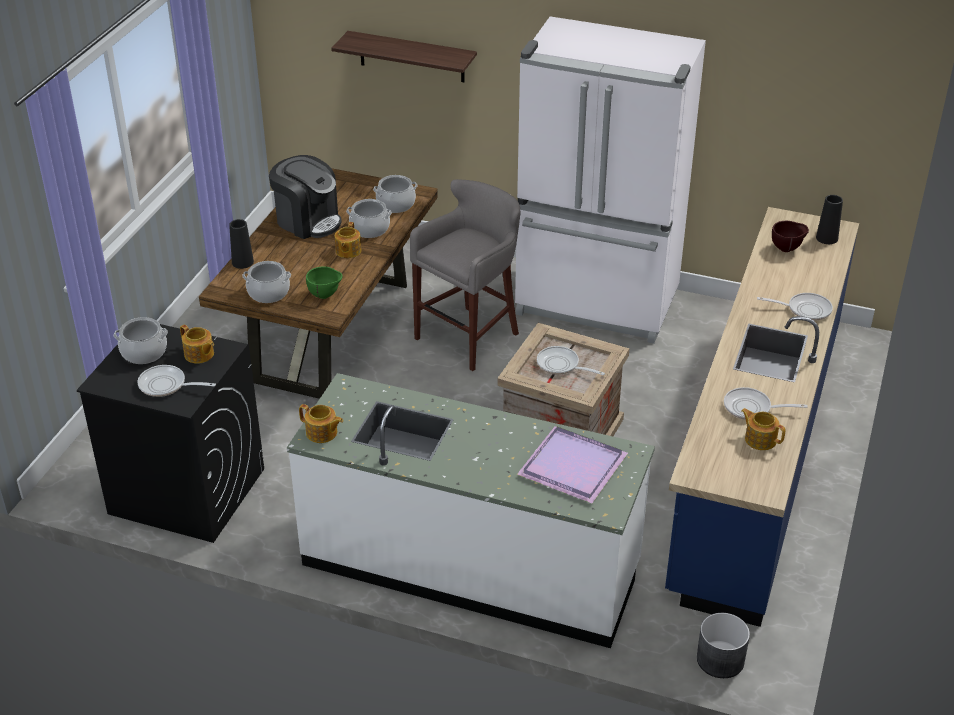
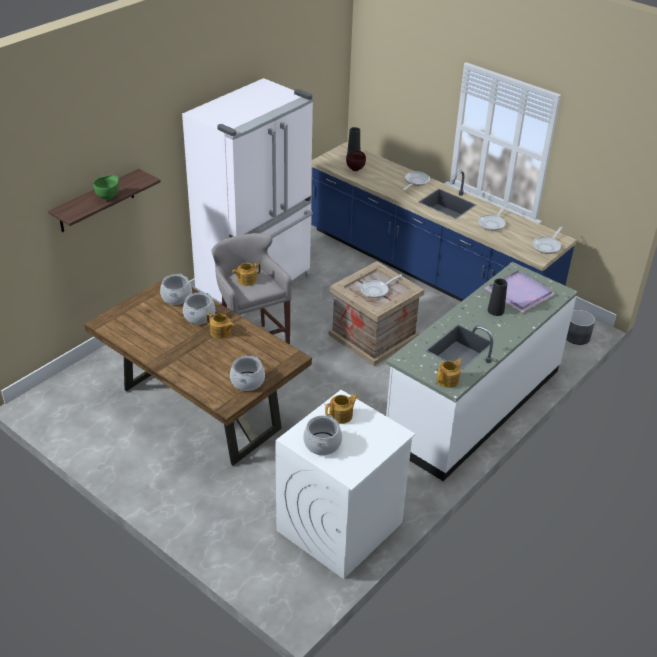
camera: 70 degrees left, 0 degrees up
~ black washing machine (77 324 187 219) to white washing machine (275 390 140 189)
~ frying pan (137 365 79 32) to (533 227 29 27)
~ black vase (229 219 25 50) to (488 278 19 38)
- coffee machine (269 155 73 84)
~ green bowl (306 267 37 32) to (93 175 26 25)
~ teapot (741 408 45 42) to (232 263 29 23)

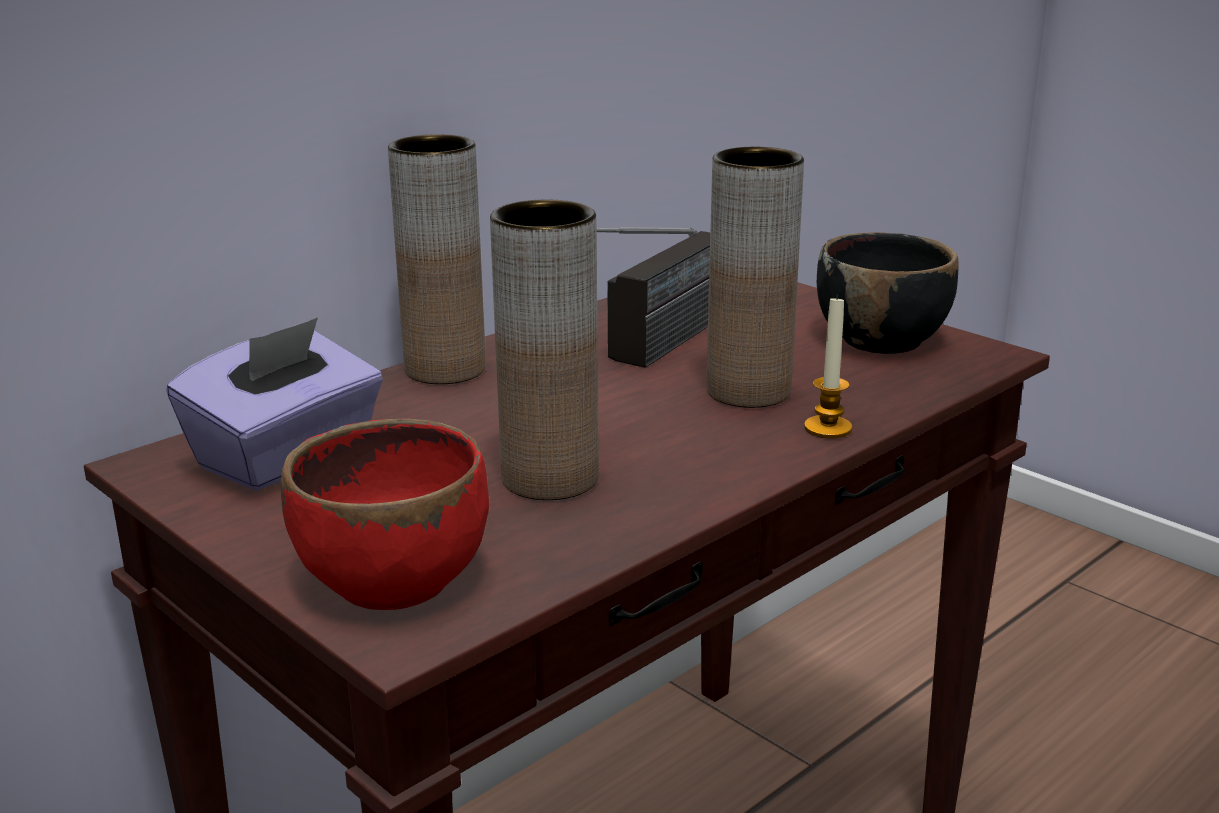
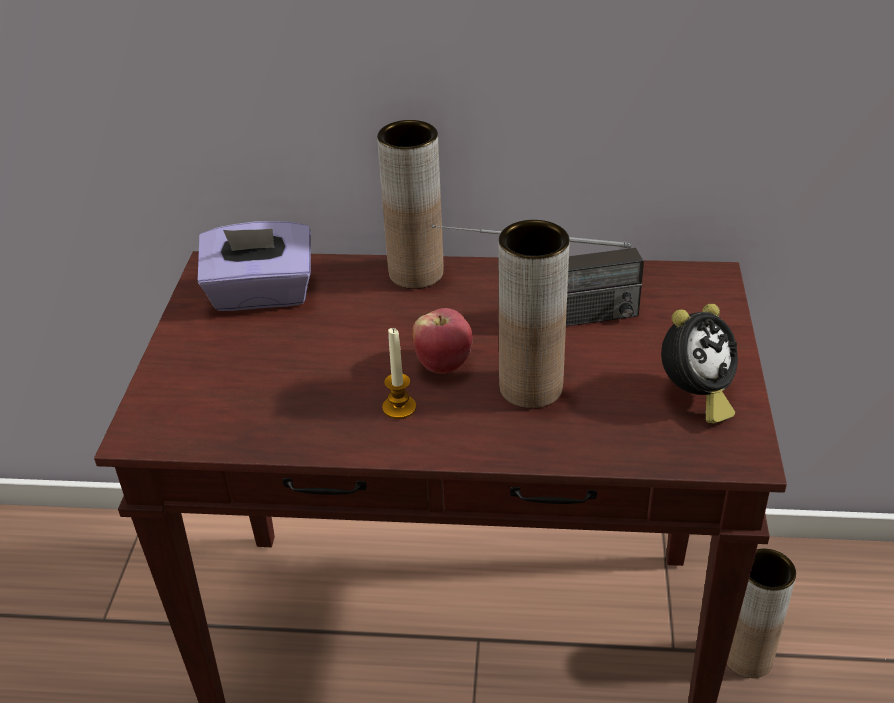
camera: 50 degrees right, 15 degrees up
- red bowl (280 418 209 192)
~ brown vase (490 200 109 300) to (727 549 69 129)
~ candle (804 294 48 145) to (382 328 34 91)
~ black bowl (817 232 142 122) to alarm clock (661 303 77 121)
+ apple (412 308 61 66)

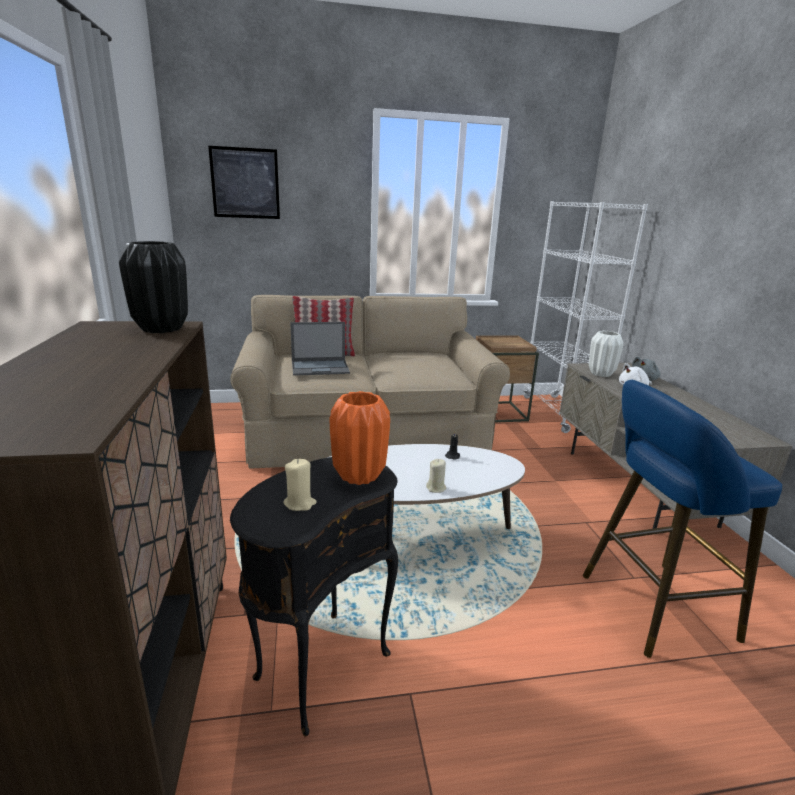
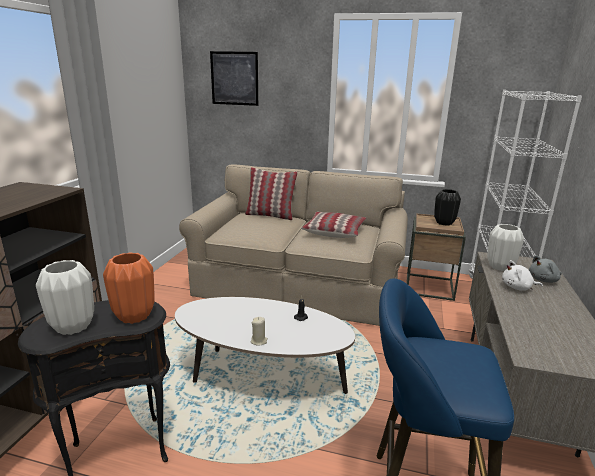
camera: 25 degrees right, 0 degrees up
~ black vase (119 241 69 92) to (434 189 27 37)
~ beige candle (284 459 33 52) to white vase (36 260 58 75)
- laptop (290 322 60 54)
+ pillow (301 212 65 26)

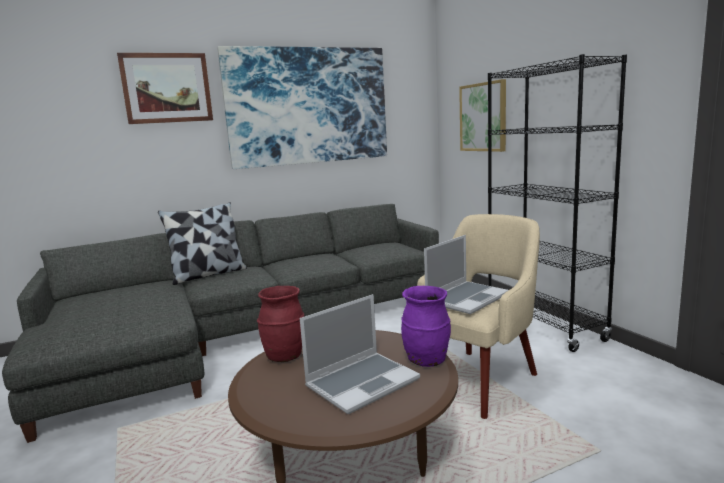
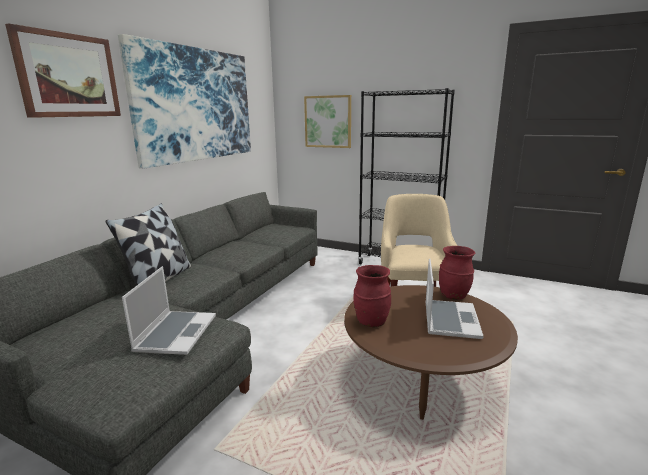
camera: 40 degrees left, 5 degrees up
~ purple vase (401 286 50 81) to red vase (439 246 36 54)
~ laptop (424 235 85 79) to (122 266 94 89)

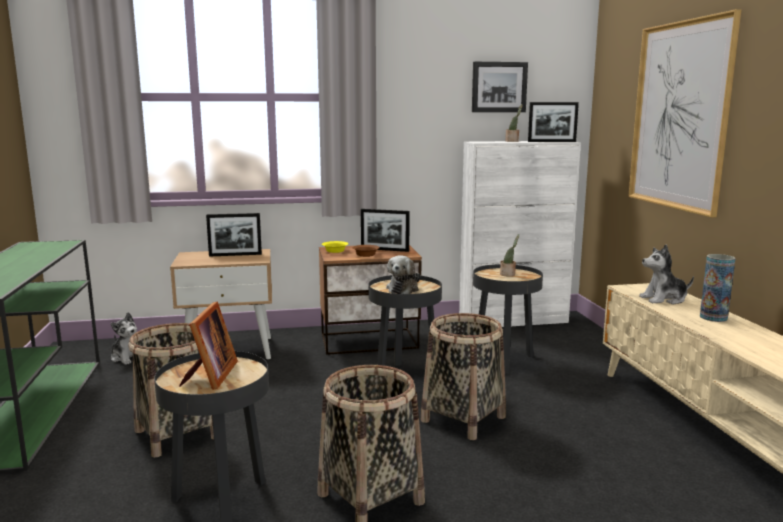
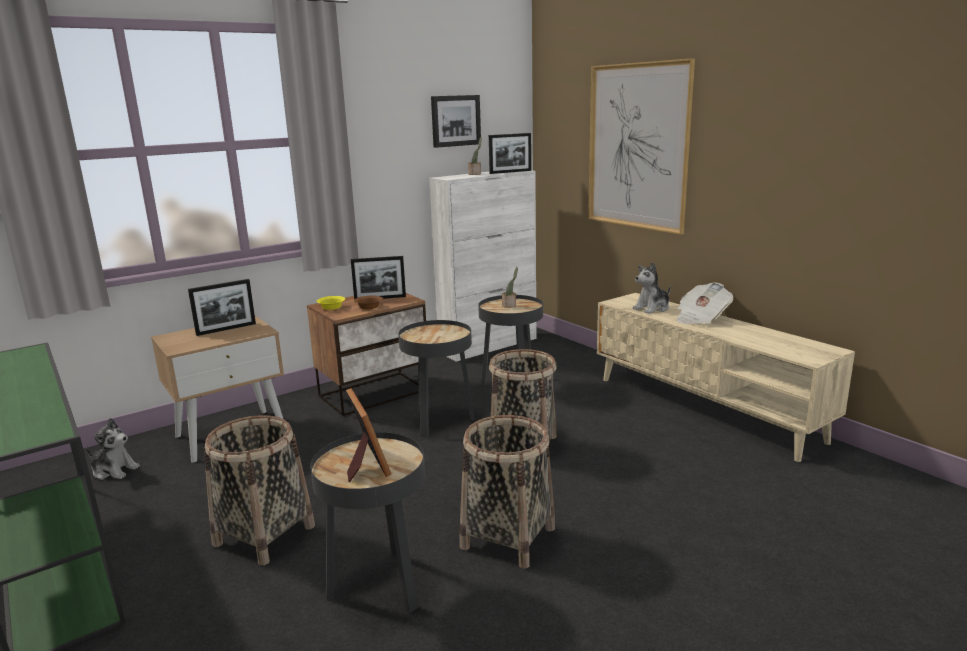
camera: 25 degrees left, 5 degrees up
- plush toy (386 255 35 39)
~ vase (700 254 35 68) to newspaper (676 282 57 42)

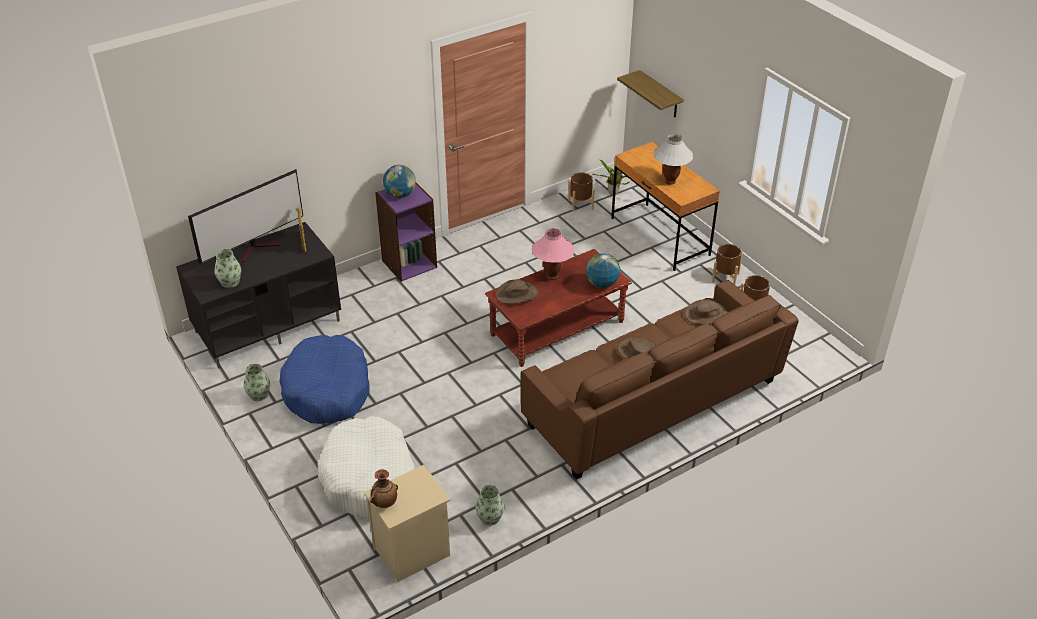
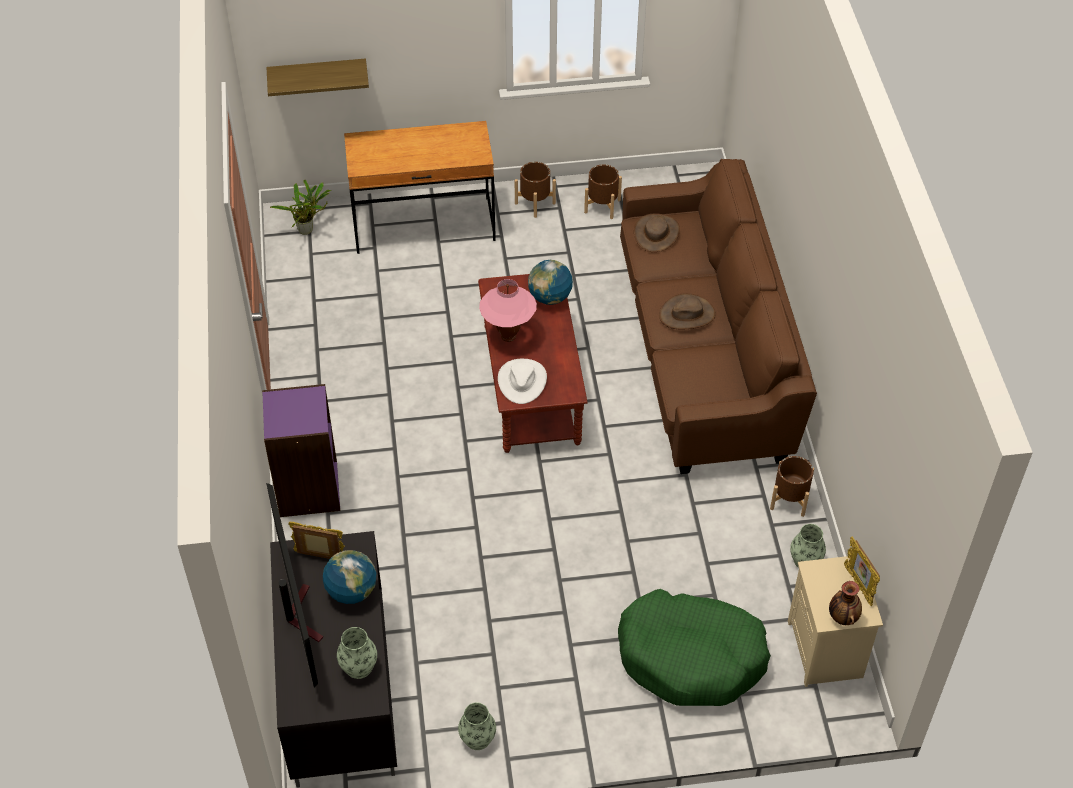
camera: 65 degrees left, 10 degrees up
- blue dog bed (280 335 90 89)
~ white dog bed (318 416 97 102) to green dog bed (618 589 153 117)
~ globe (383 165 33 33) to (323 550 53 54)
~ brown hat (496 279 43 25) to white hat (498 359 49 45)
~ brown planter (568 172 27 40) to (770 456 44 61)
- white table lamp (654 134 39 51)
+ picture frame (844 536 36 70)

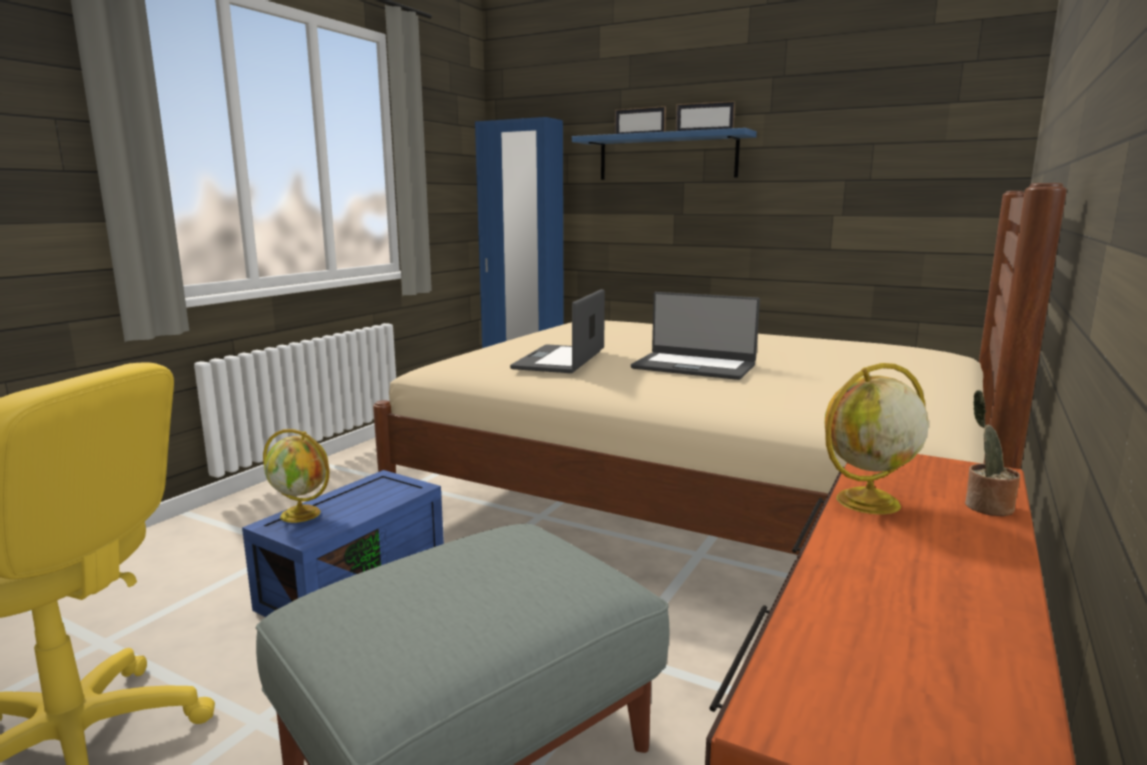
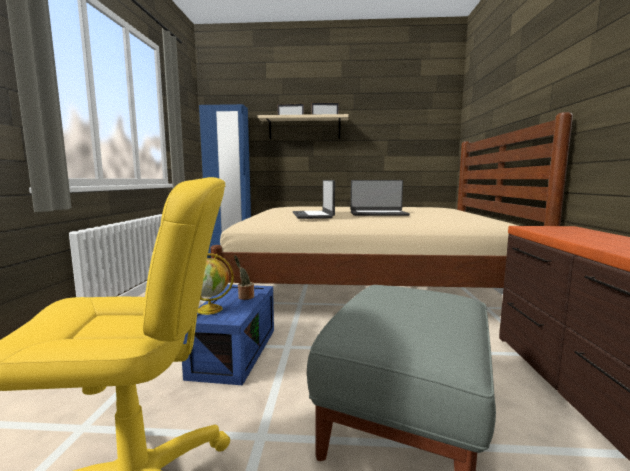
camera: 25 degrees left, 5 degrees down
~ blue shelf (572 128 185 52) to beige shelf (258 114 91 25)
- globe (825 363 104 151)
~ potted plant (965 390 55 126) to (234 255 20 45)

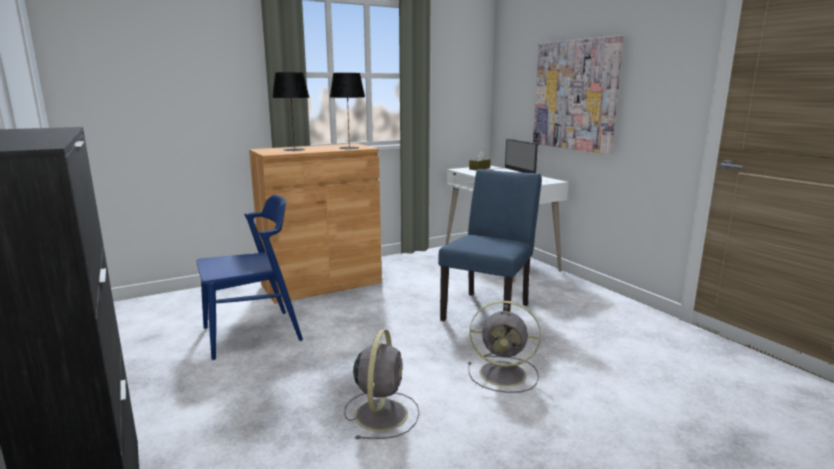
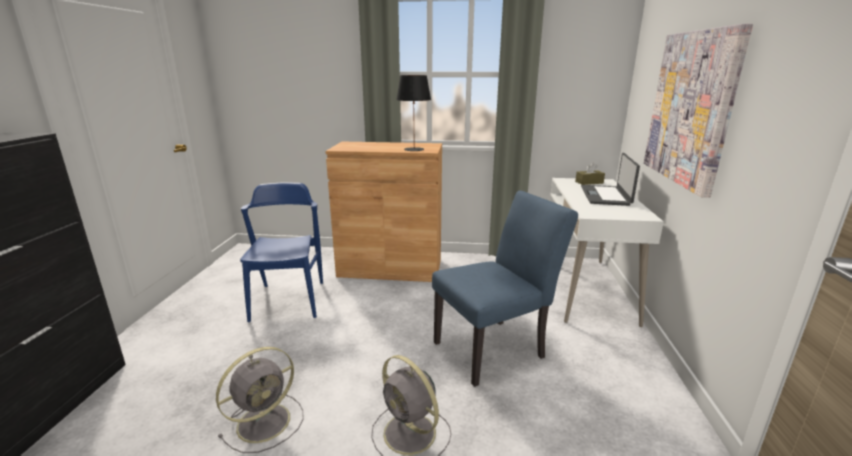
camera: 35 degrees right, 5 degrees up
~ blue chair (197 195 106 165) = (240 182 83 140) 105 degrees counterclockwise
- black table lamp (272 72 38 79)

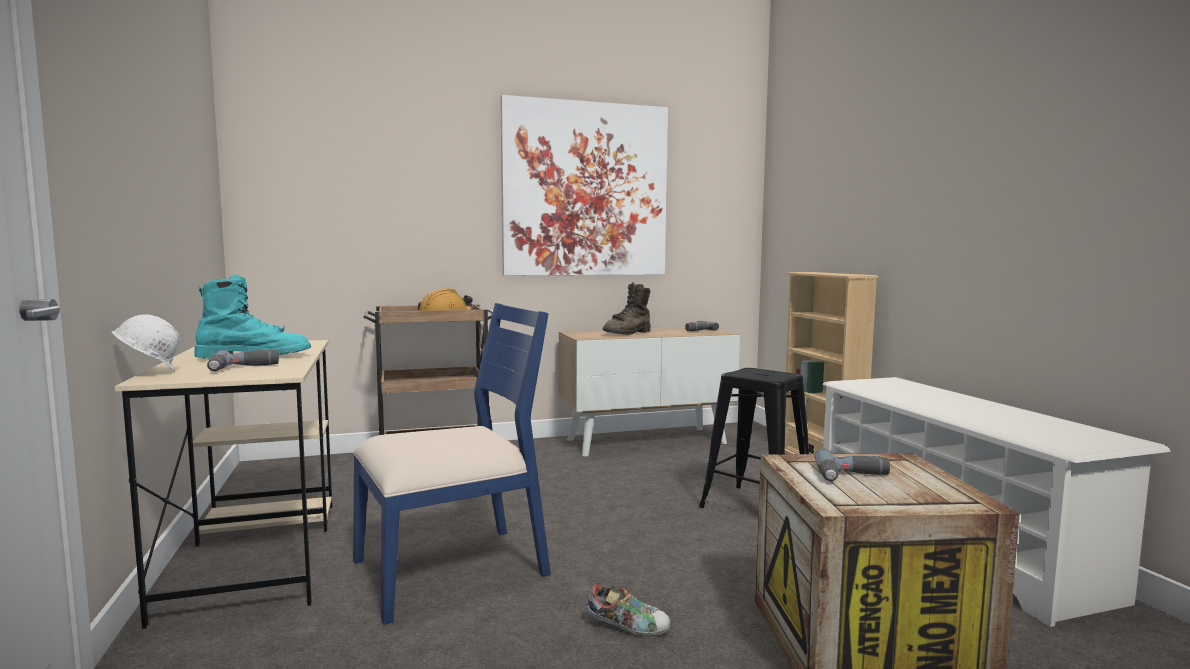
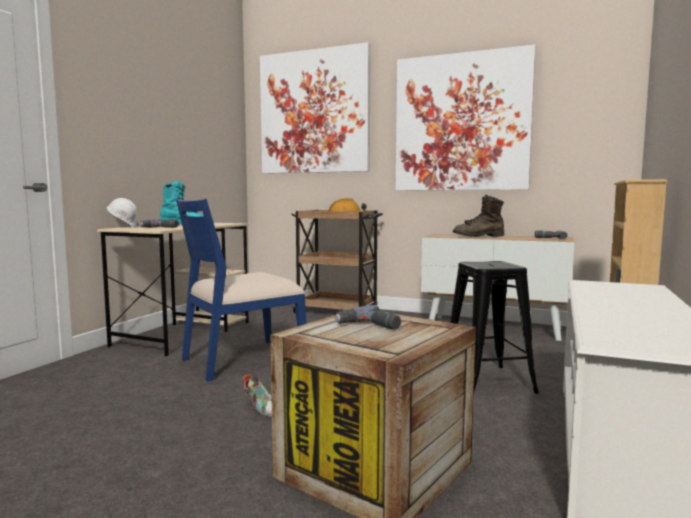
camera: 40 degrees right, 0 degrees up
~ blue chair (353 303 198 322) = (176 198 130 183) 135 degrees clockwise
+ picture (260 42 111 132)

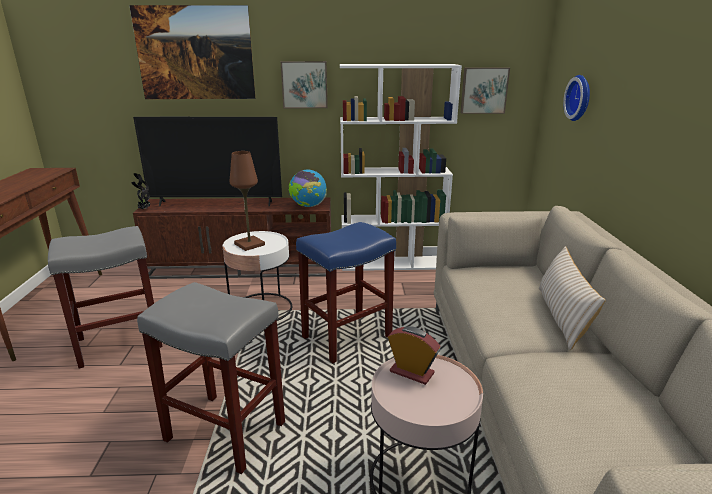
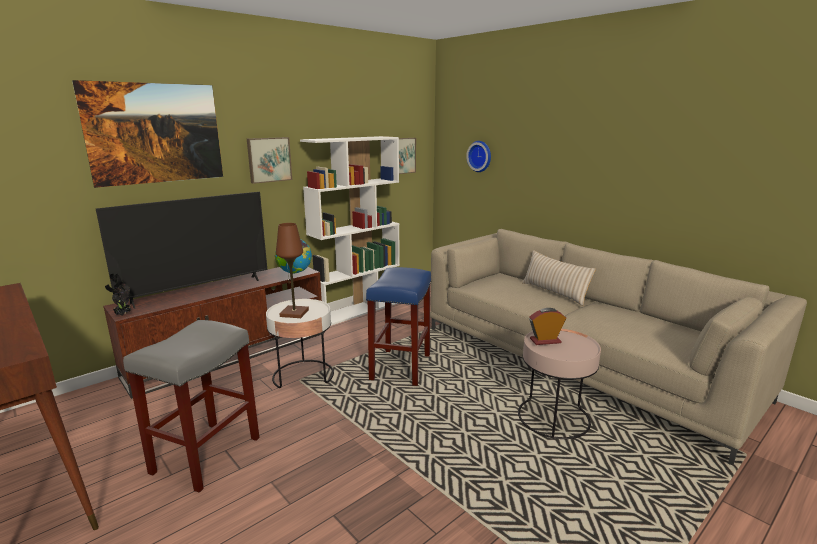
camera: 40 degrees left, 5 degrees down
- grey stool (137 282 148 192)

